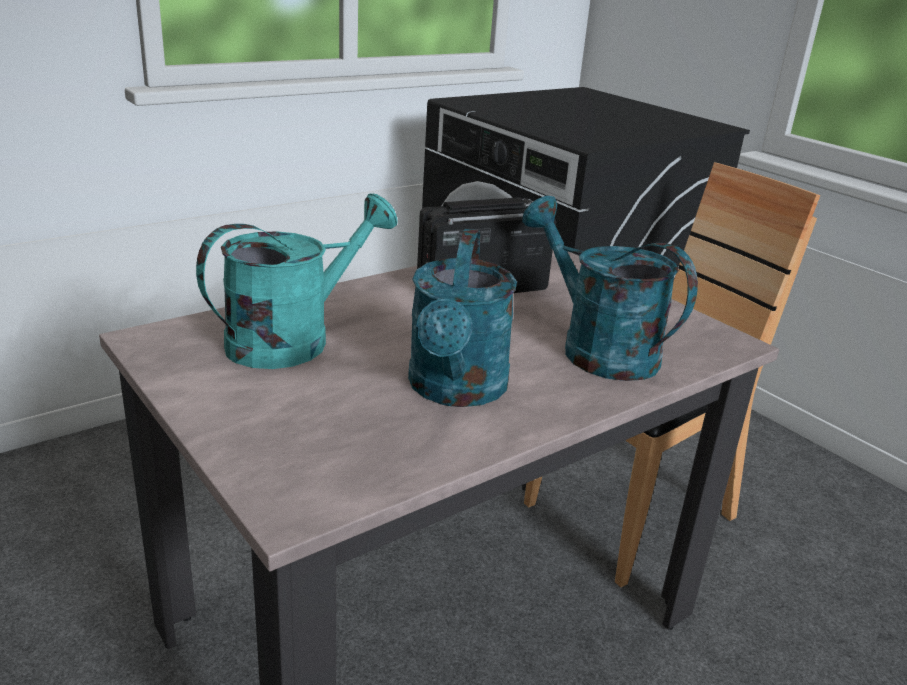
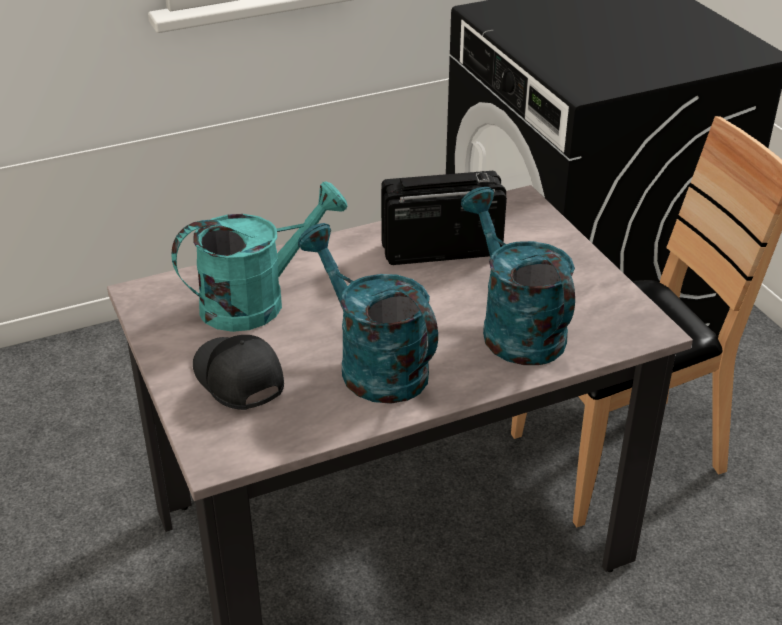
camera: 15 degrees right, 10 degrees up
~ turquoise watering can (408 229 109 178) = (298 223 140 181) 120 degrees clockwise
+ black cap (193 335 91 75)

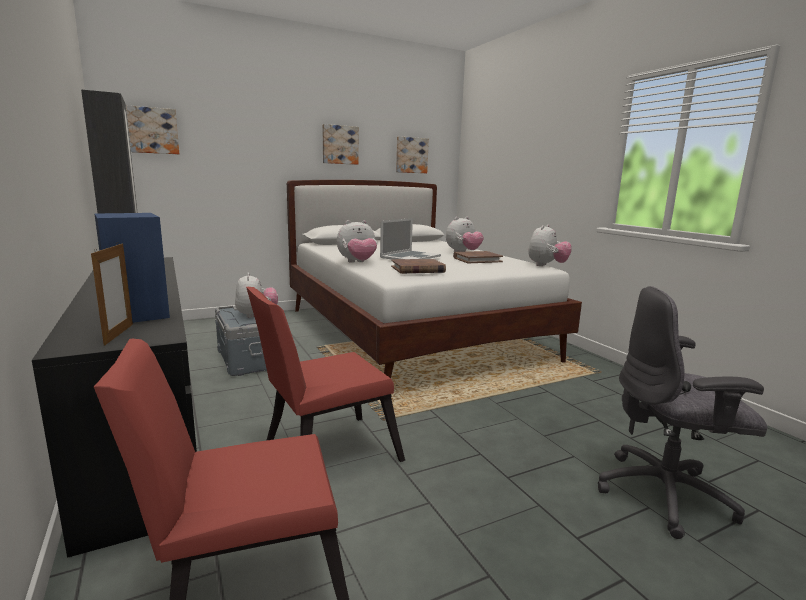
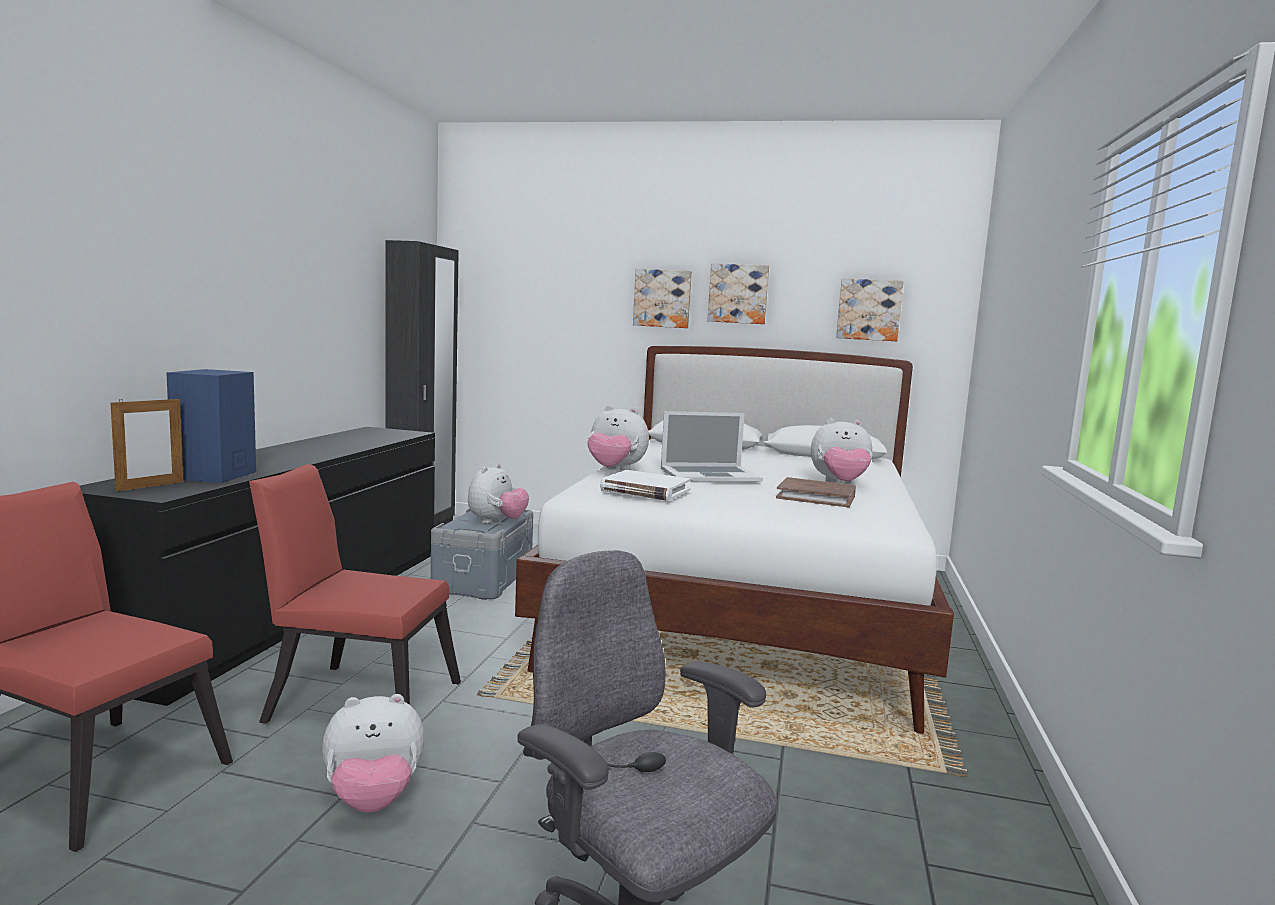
camera: 40 degrees right, 5 degrees down
~ picture (126 105 53 49) to (633 269 59 59)
~ brown book (391 259 55 15) to white book (600 470 91 31)
~ plush toy (528 224 44 42) to (322 694 103 119)

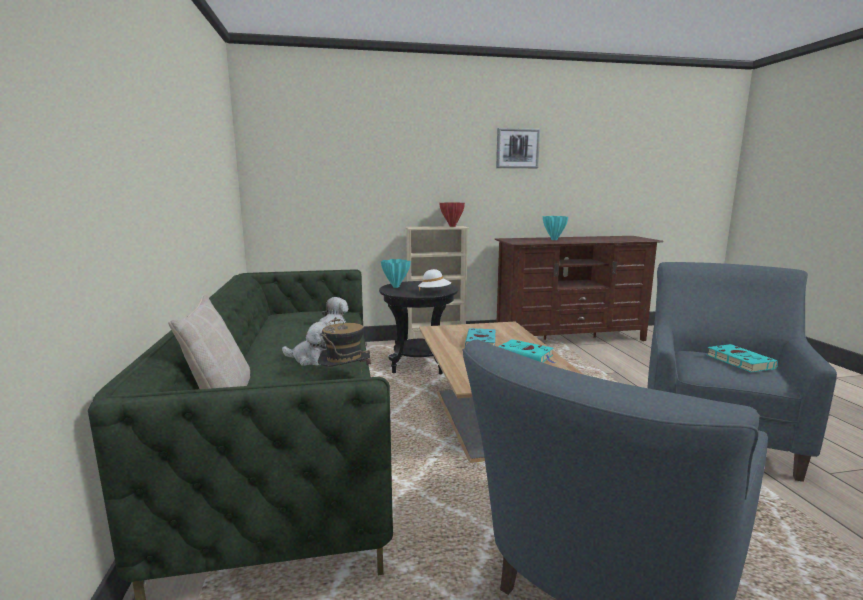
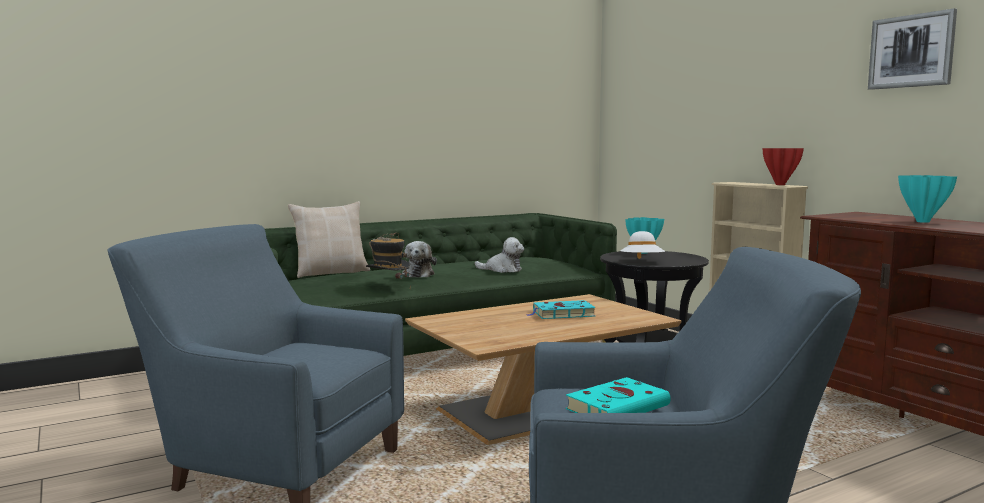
camera: 70 degrees right, 5 degrees down
- turquoise book (499 339 56 24)

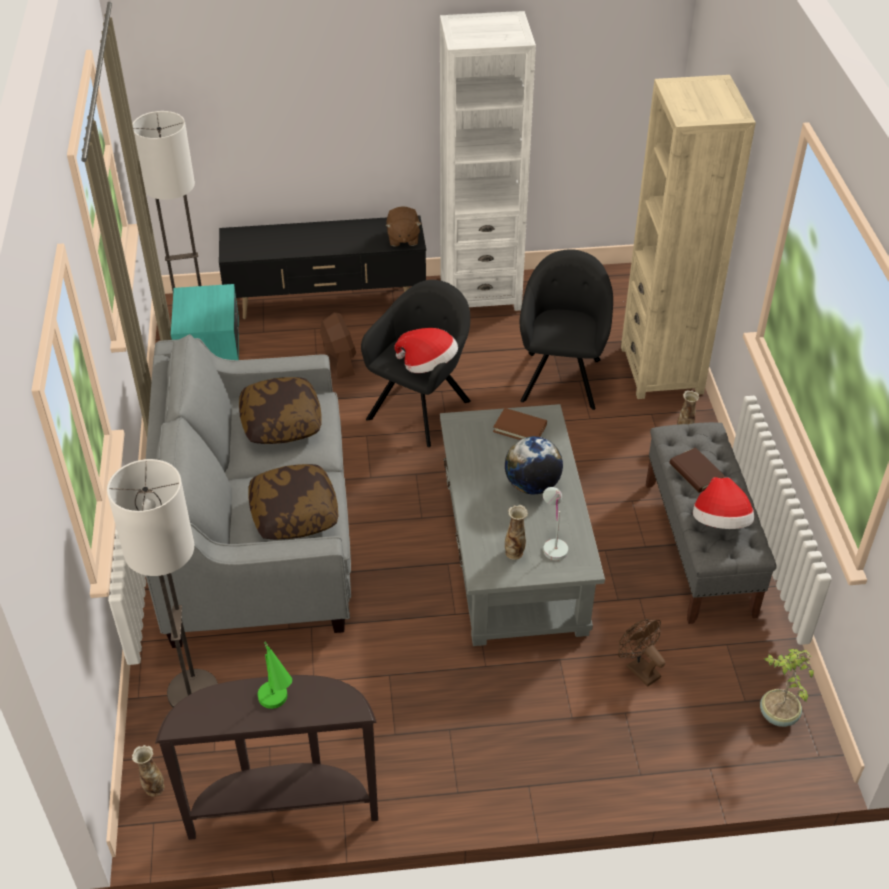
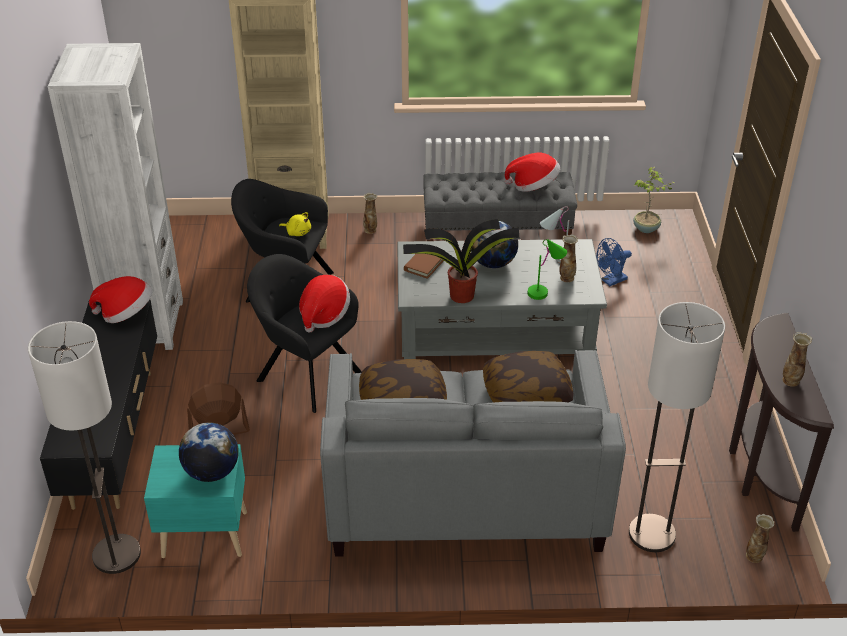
camera: 85 degrees left, 5 degrees down
~ green table lamp (258 642 34 67) to (528 239 39 61)
~ brown plush toy (385 206 36 40) to hat (89 276 63 47)
~ brown fan (618 619 48 68) to blue fan (596 238 36 48)
- brown book (670 447 55 46)
+ globe (179 422 60 60)
+ yellow plush toy (279 212 32 24)
+ potted plant (403 219 117 84)
+ vase (782 332 30 55)

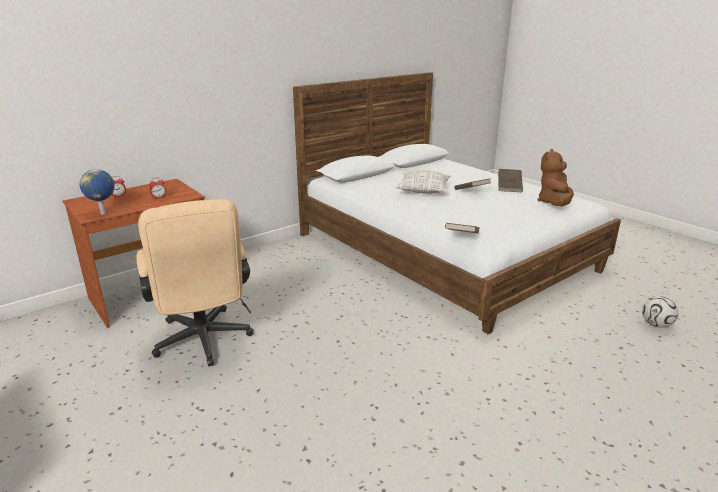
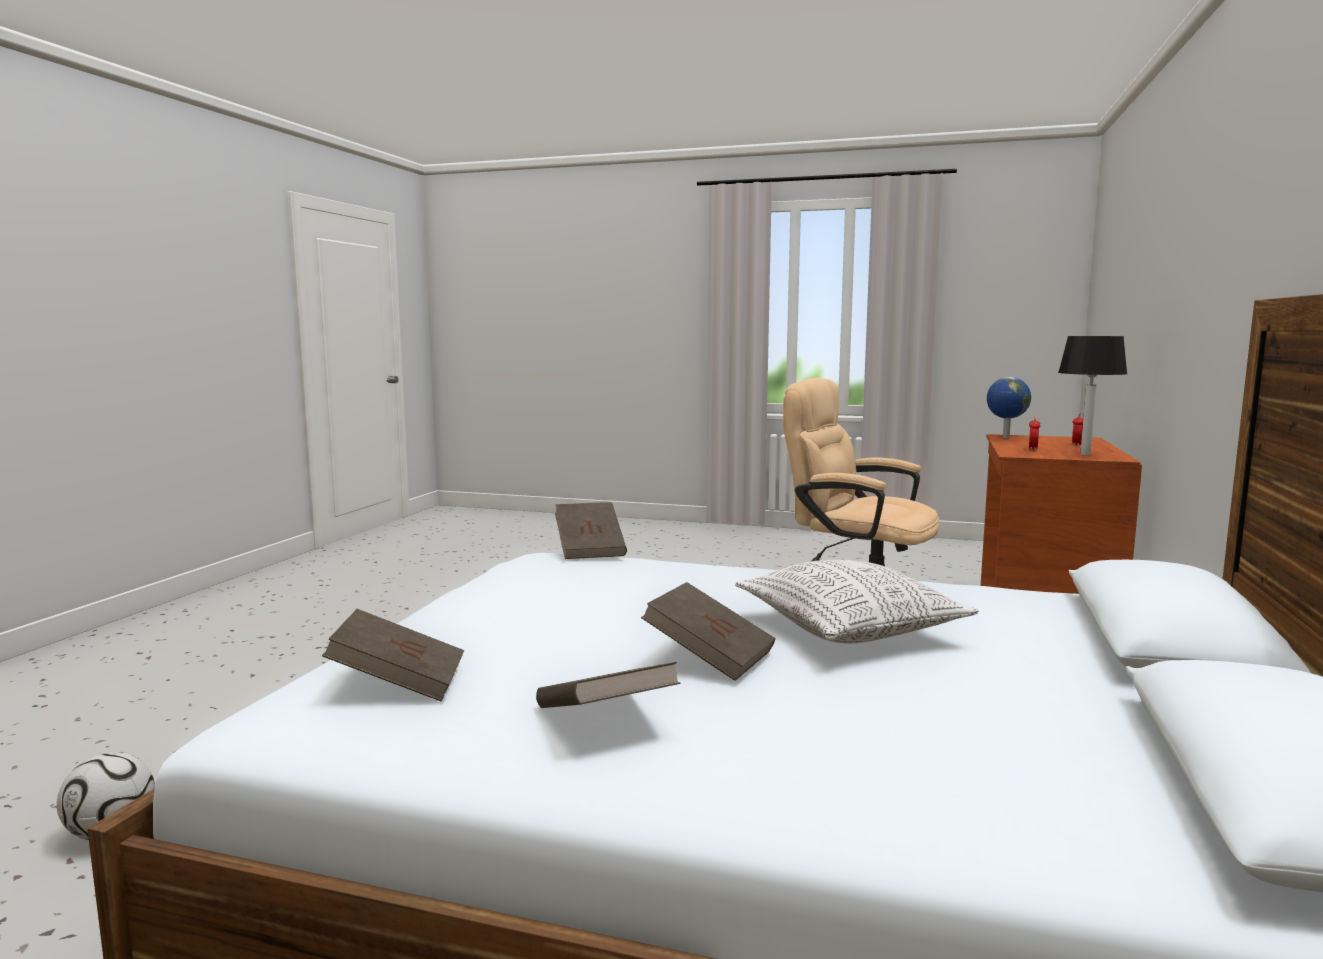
camera: 145 degrees right, 15 degrees down
~ brown plush toy (538 149 36 57) to brown book (322 609 142 92)
+ table lamp (1058 336 69 119)

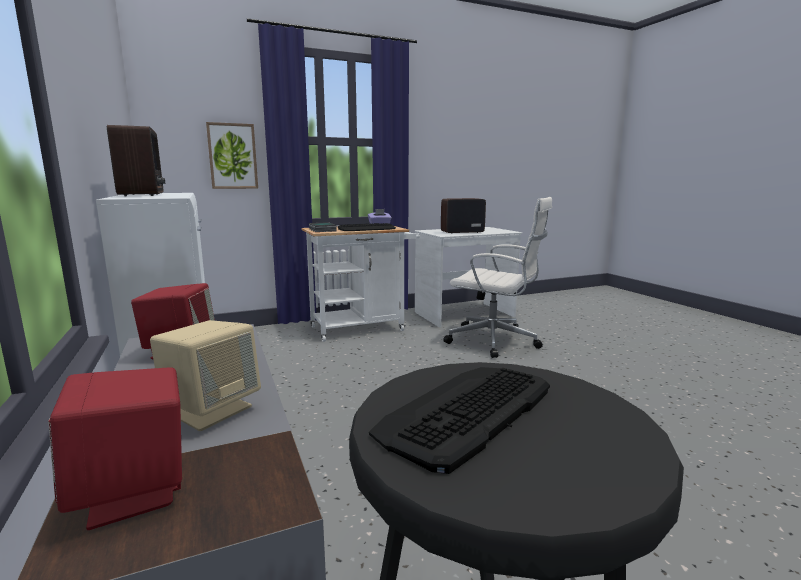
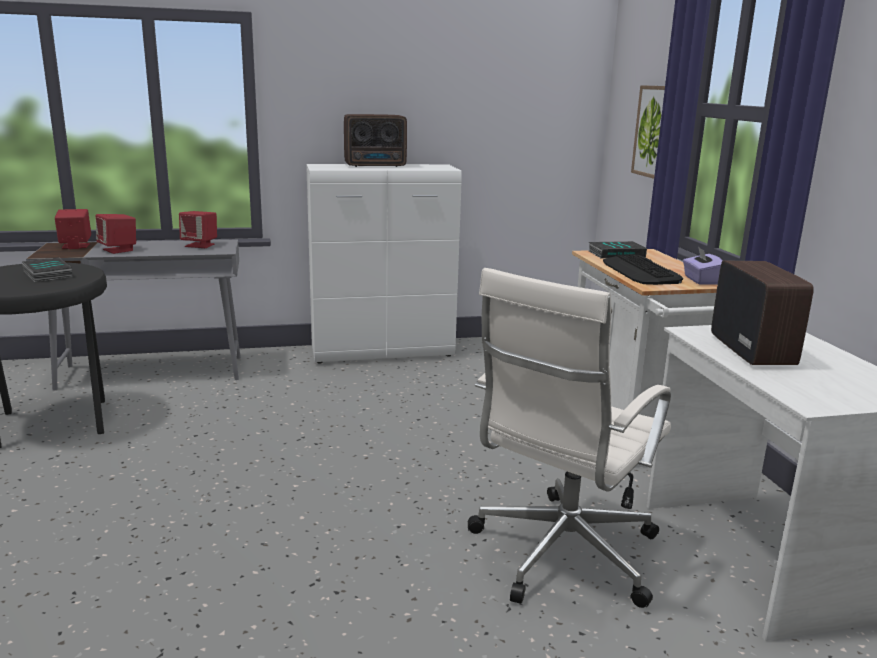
camera: 100 degrees right, 5 degrees up
~ beige speaker (150 320 111 111) to red speaker (96 214 40 40)
~ keyboard (369 367 181 107) to book (22 257 51 25)

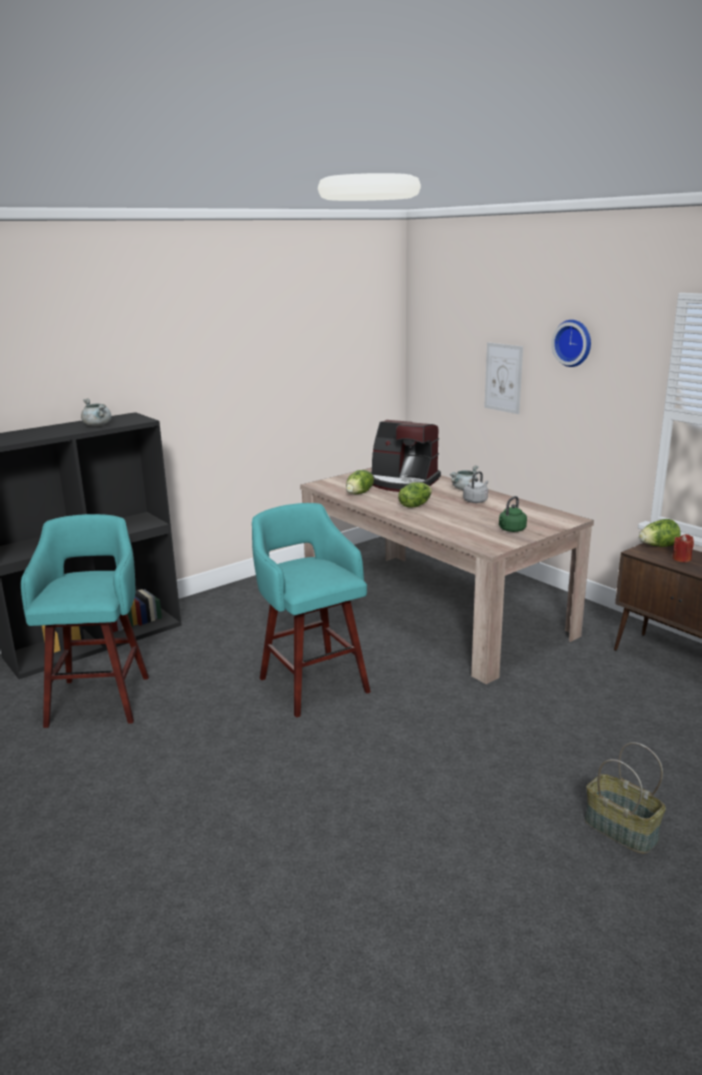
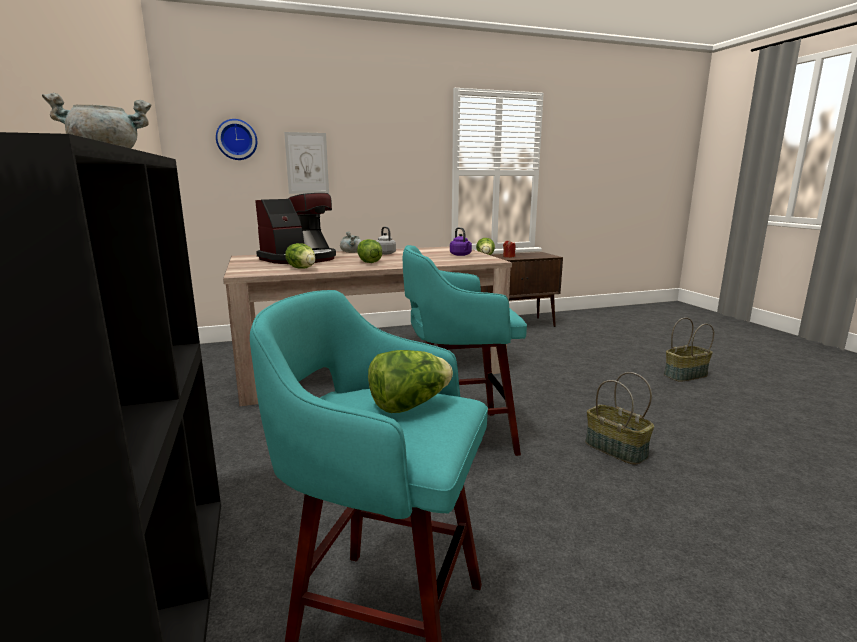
camera: 70 degrees left, 5 degrees down
~ green kettle (499 496 28 36) to purple kettle (450 227 22 29)
~ wall clock (551 320 40 47) to (216 119 41 41)
+ lettuce (368 350 85 63)
+ basket (585 372 69 93)

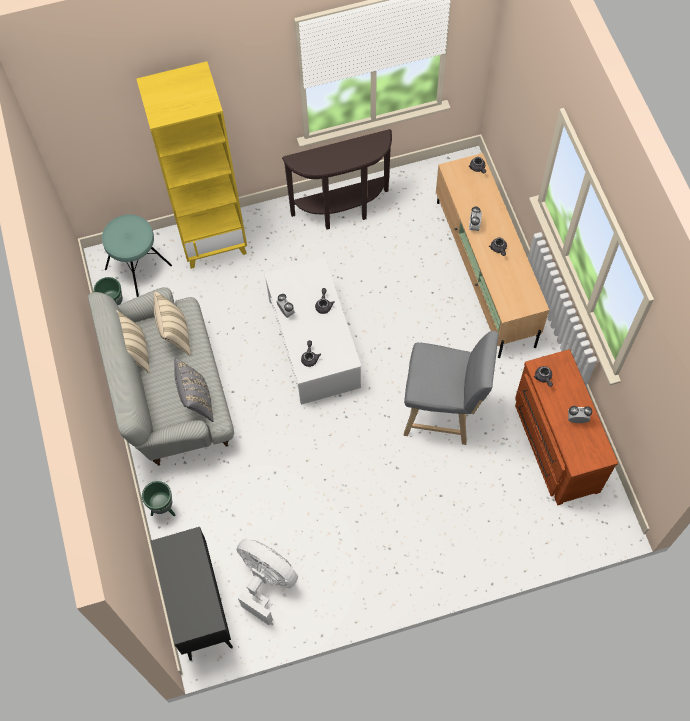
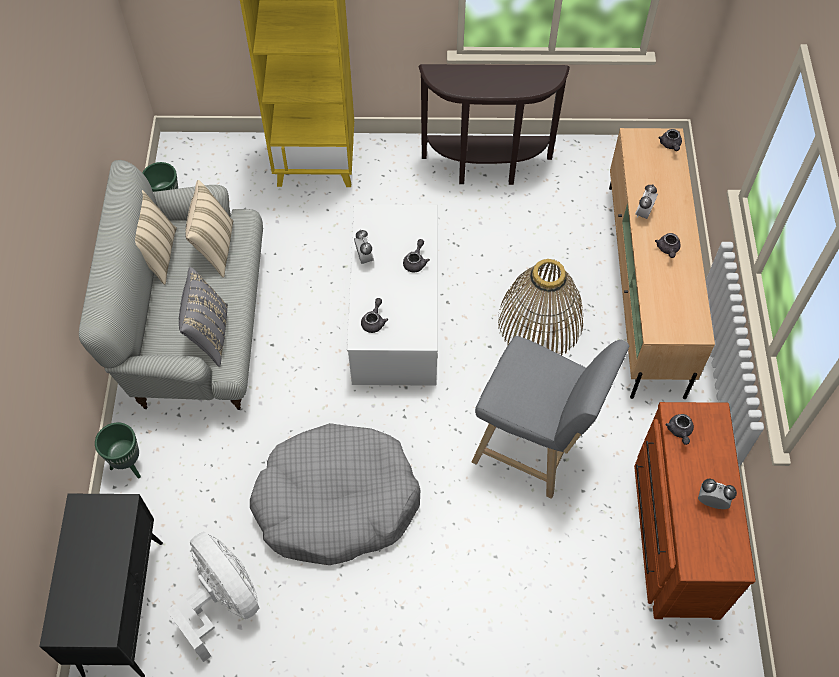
camera: 15 degrees right, 5 degrees down
- turquoise stool (102 215 70 82)
+ grey dog bed (250 423 171 142)
+ basket (497 259 86 97)

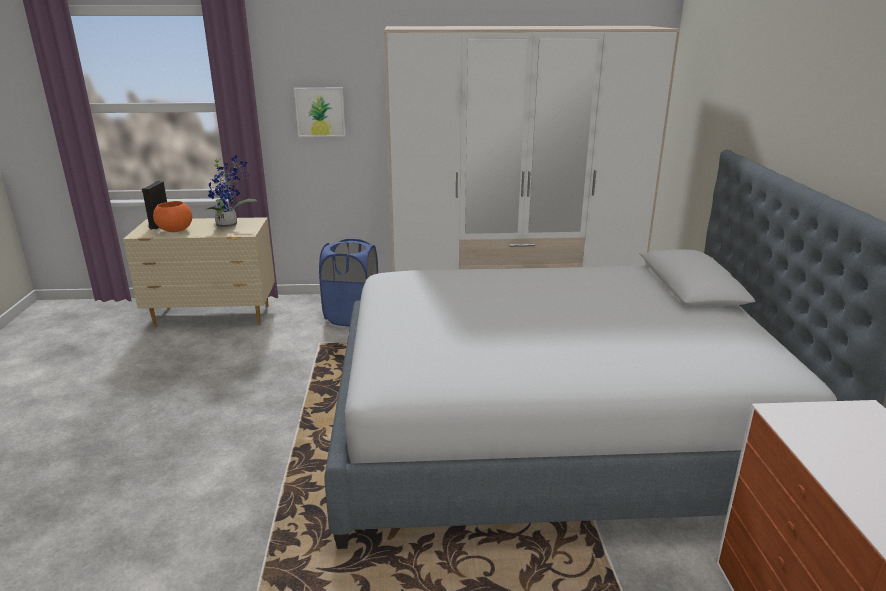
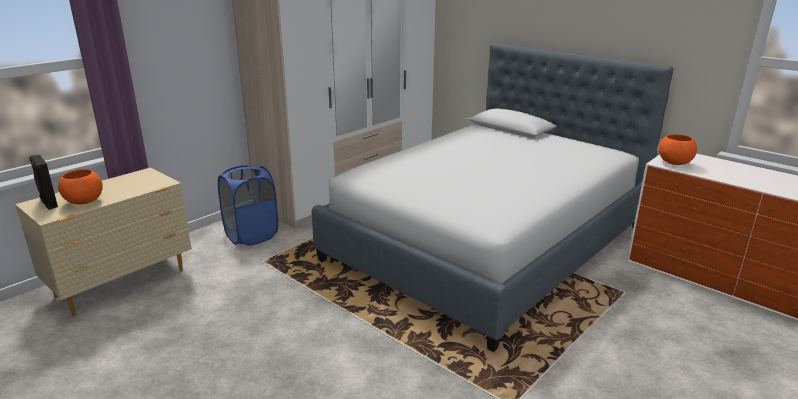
camera: 45 degrees left, 0 degrees up
- potted plant (203 155 54 74)
- picture (294 88 52 49)
+ orange bowl (659 134 38 31)

